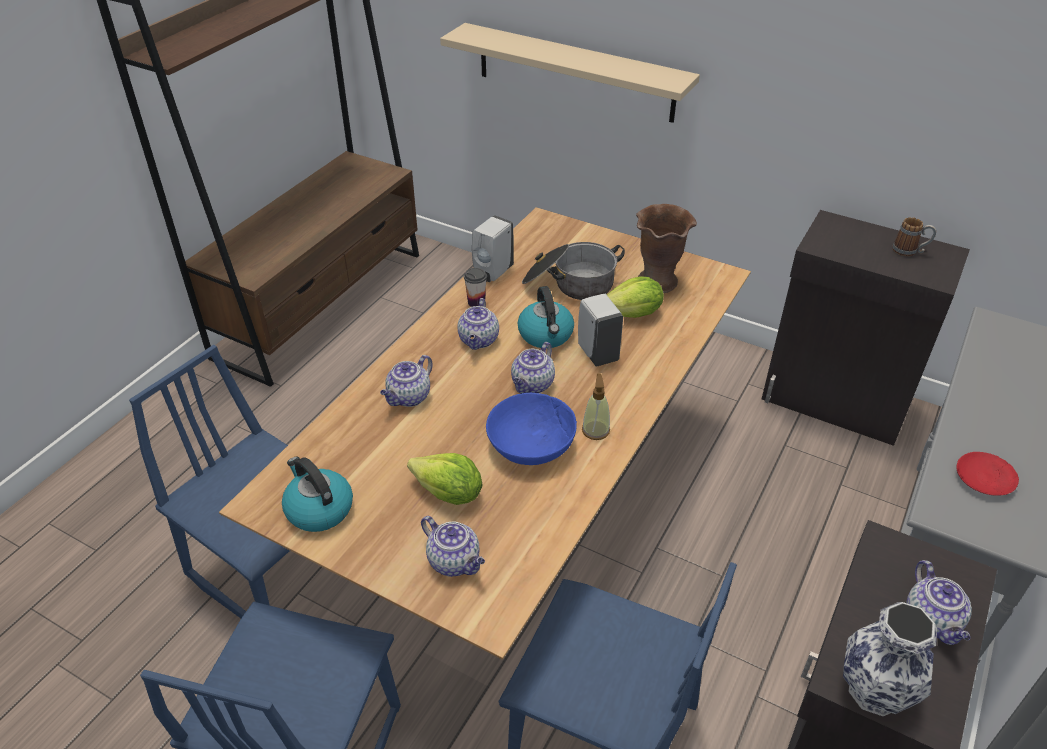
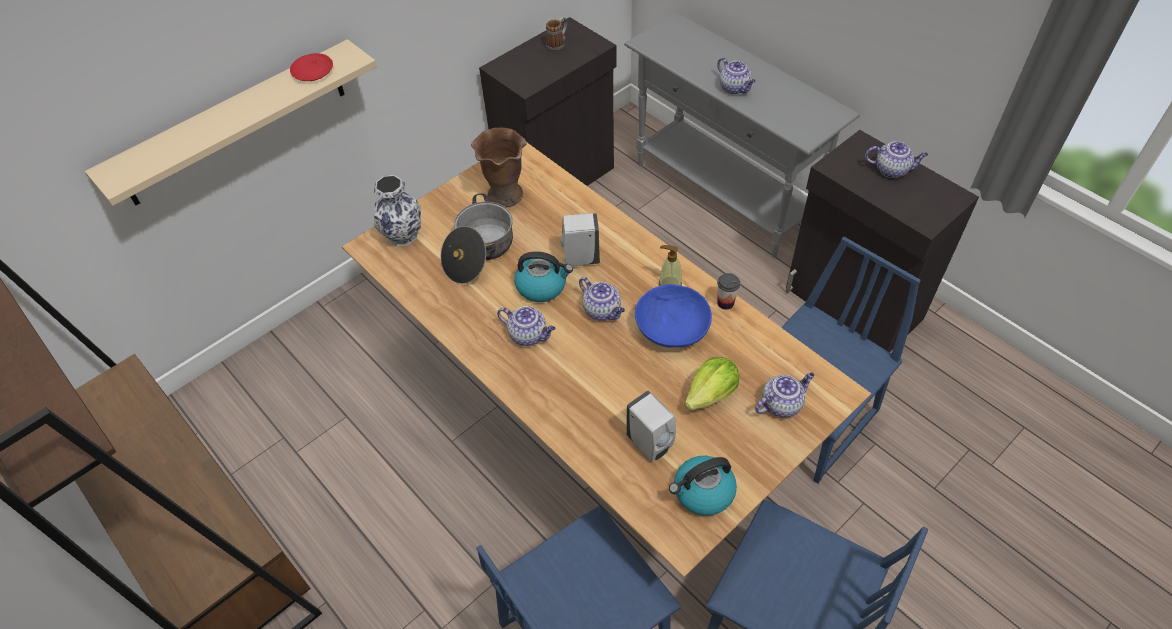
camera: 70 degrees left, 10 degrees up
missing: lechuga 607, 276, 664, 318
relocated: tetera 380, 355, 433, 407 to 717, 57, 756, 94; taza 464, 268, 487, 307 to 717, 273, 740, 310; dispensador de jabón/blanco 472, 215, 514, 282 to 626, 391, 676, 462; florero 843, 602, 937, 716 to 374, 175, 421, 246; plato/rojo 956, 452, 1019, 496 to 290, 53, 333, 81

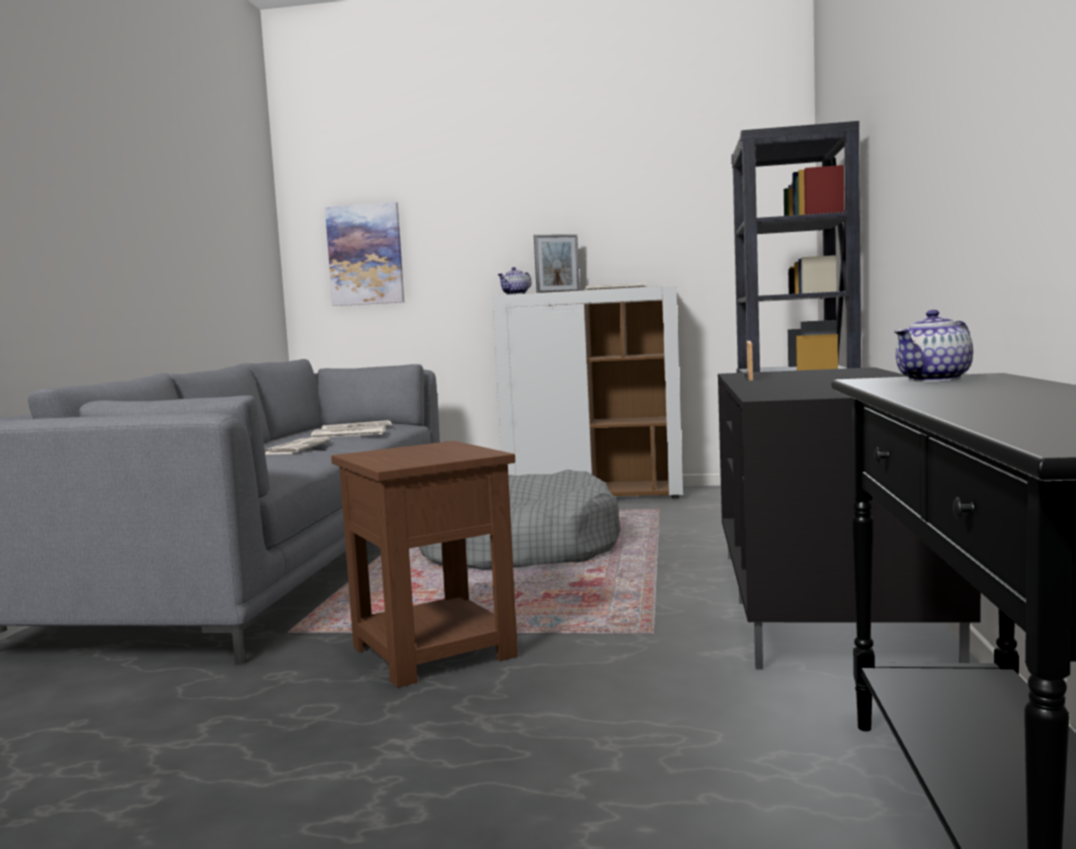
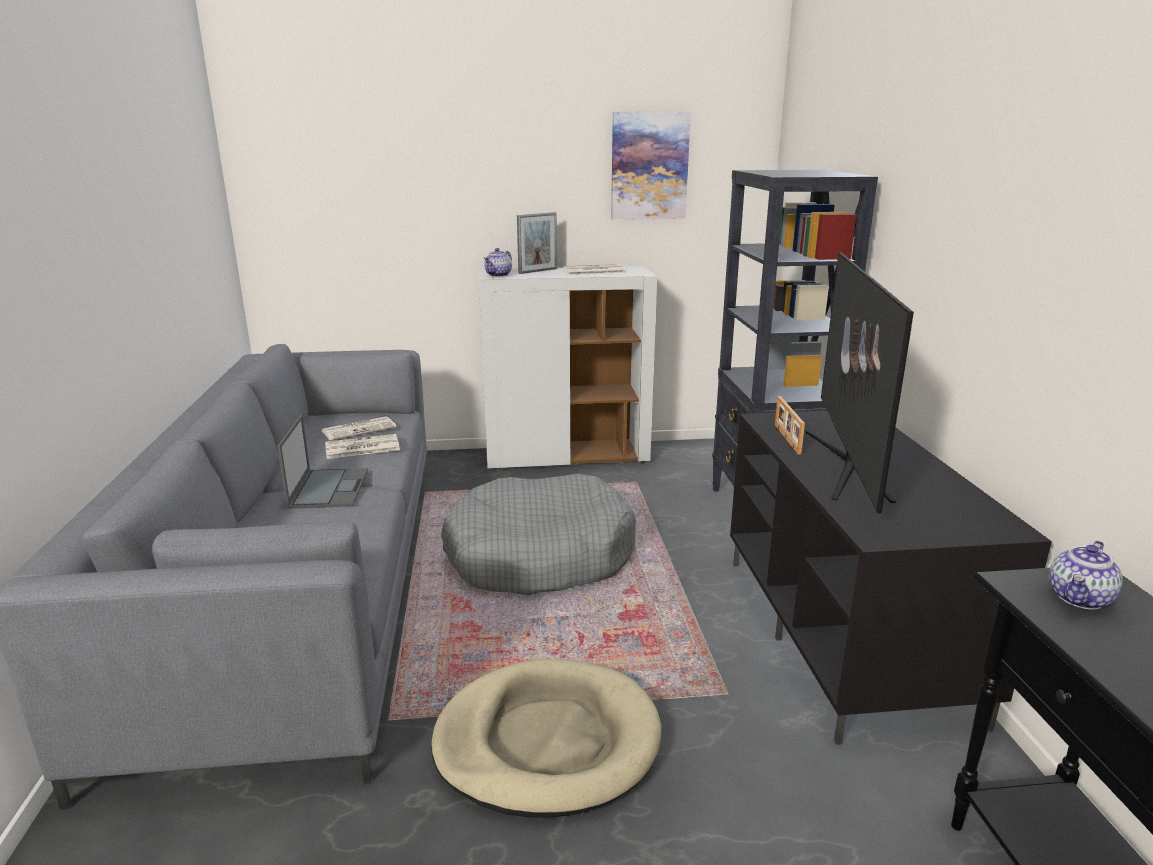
camera: 15 degrees left, 15 degrees up
appeared: televisor 806, 252, 914, 514
relocated: cuadro 325, 202, 404, 306 to 611, 112, 691, 219
exchanged: periódico 265, 437, 331, 455 to portátil 277, 415, 368, 509; mesa auxiliar/marrón 331, 441, 518, 688 to cama para perro/beis 431, 659, 662, 818

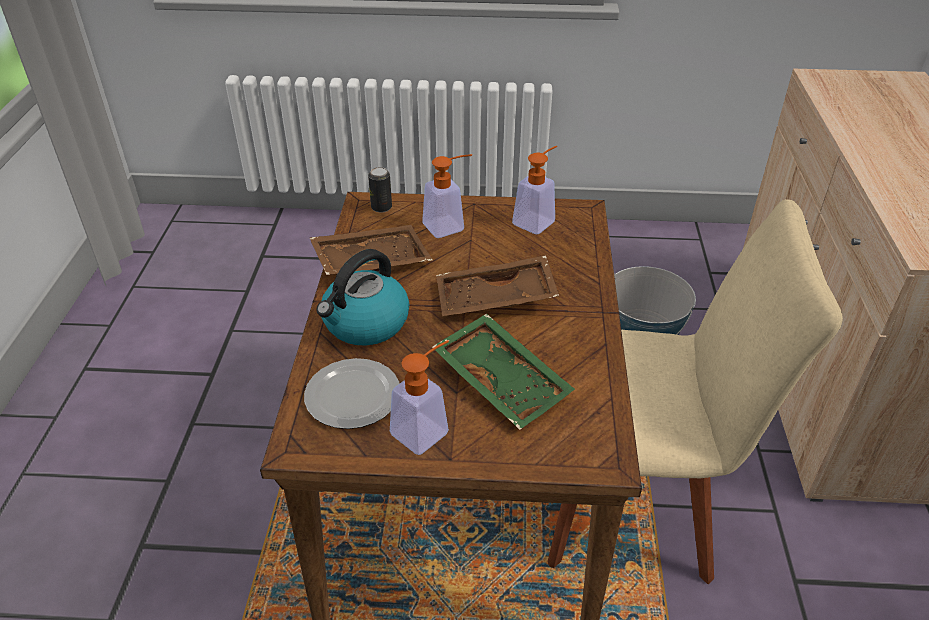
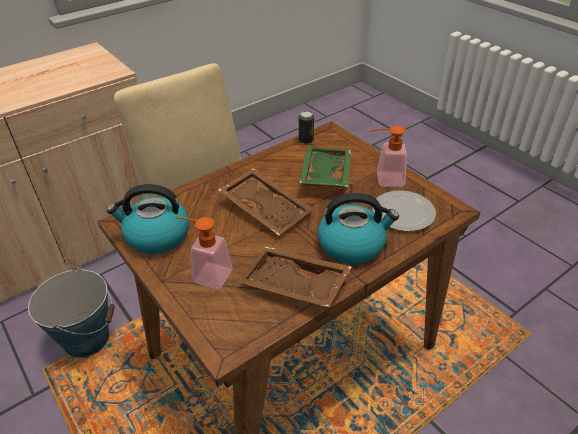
camera: 130 degrees left, 0 degrees up
relocated: lata 368, 167, 392, 213 to 299, 111, 314, 144
exchanged: dispensador de jabón 512, 146, 557, 234 to hervidor 107, 184, 189, 254

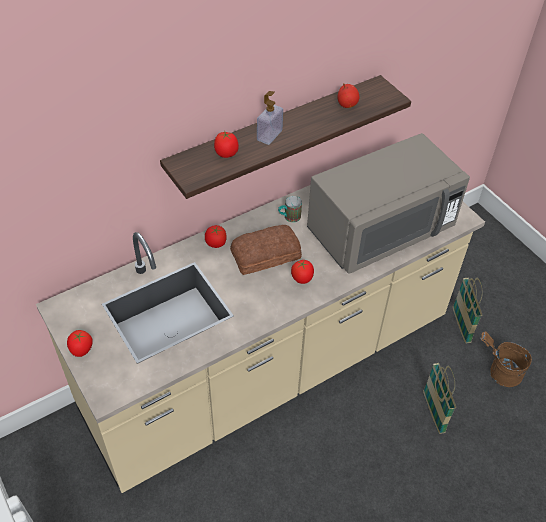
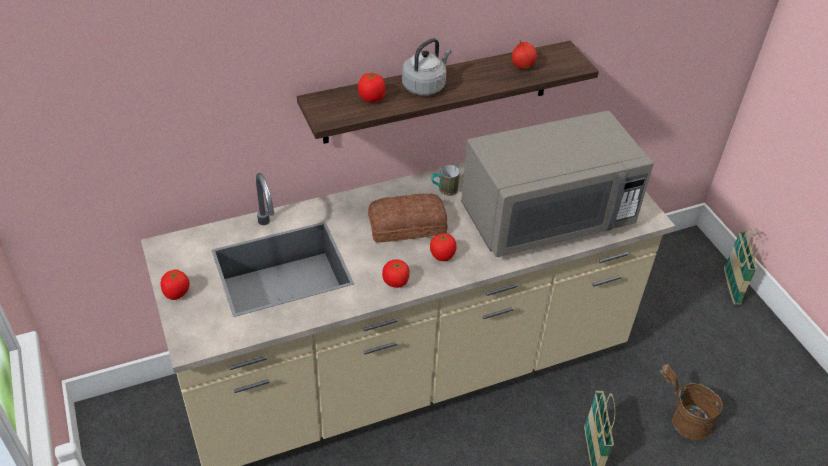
camera: 10 degrees right, 5 degrees down
relocated: tomate 205, 225, 227, 248 to 382, 259, 410, 288; cesta 453, 278, 483, 343 to 724, 228, 760, 305
exchanged: dispensador de jabón 257, 91, 283, 145 to hervidor/gris 402, 38, 451, 96

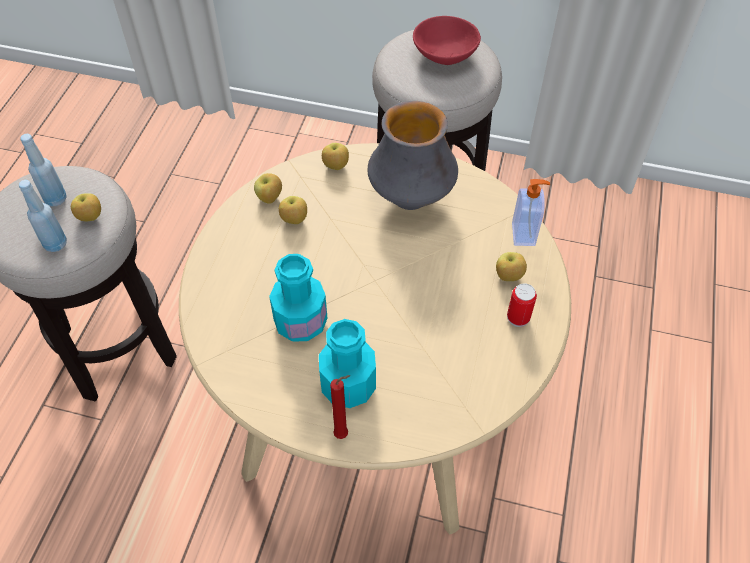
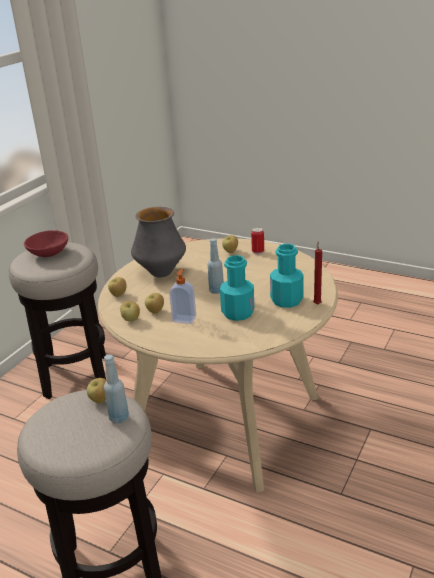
camera: 75 degrees left, 25 degrees down
relocated: botella/azul 20, 134, 67, 206 to 208, 238, 224, 294; dispensador de jabón 512, 179, 550, 246 to 169, 269, 196, 324

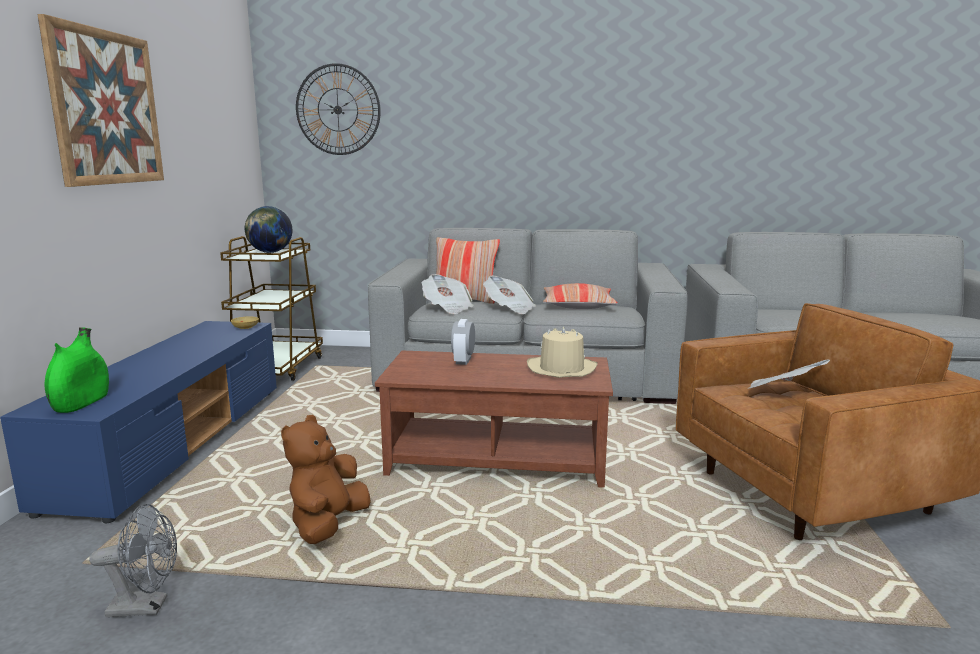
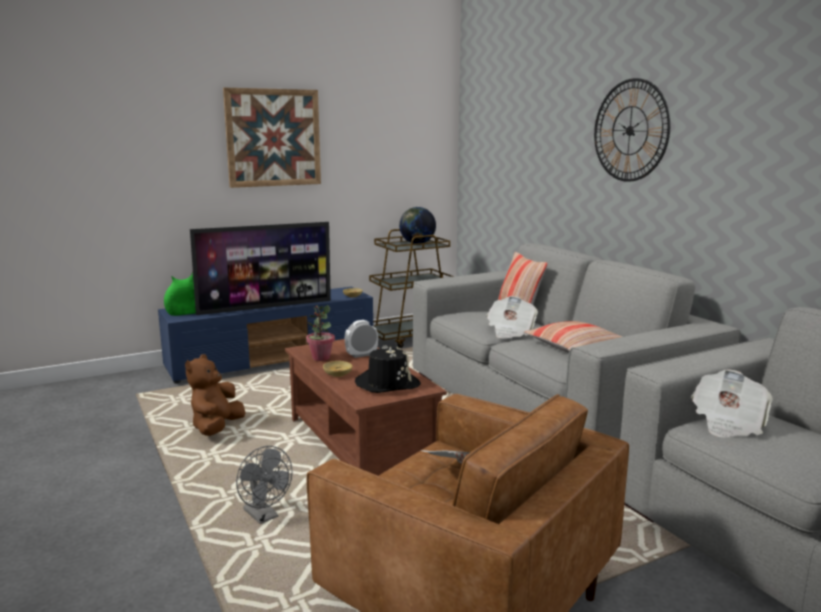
camera: 55 degrees right, 0 degrees up
appeared: televisor 190, 222, 331, 315; planta en maceta 306, 305, 335, 361; cuenco/beis 323, 361, 353, 377
relocated: ventilador/gris 89, 504, 177, 617 to 236, 446, 292, 524; reloj de pared 296, 63, 381, 155 to 594, 78, 671, 182; periódico 422, 274, 474, 314 to 691, 369, 773, 437
colour: sombrero/beis 527, 326, 598, 378 to sombrero/negro 355, 346, 421, 393
spun: peluche/marrón 281, 415, 371, 544 = 185, 354, 245, 436 60 degrees counterclockwise

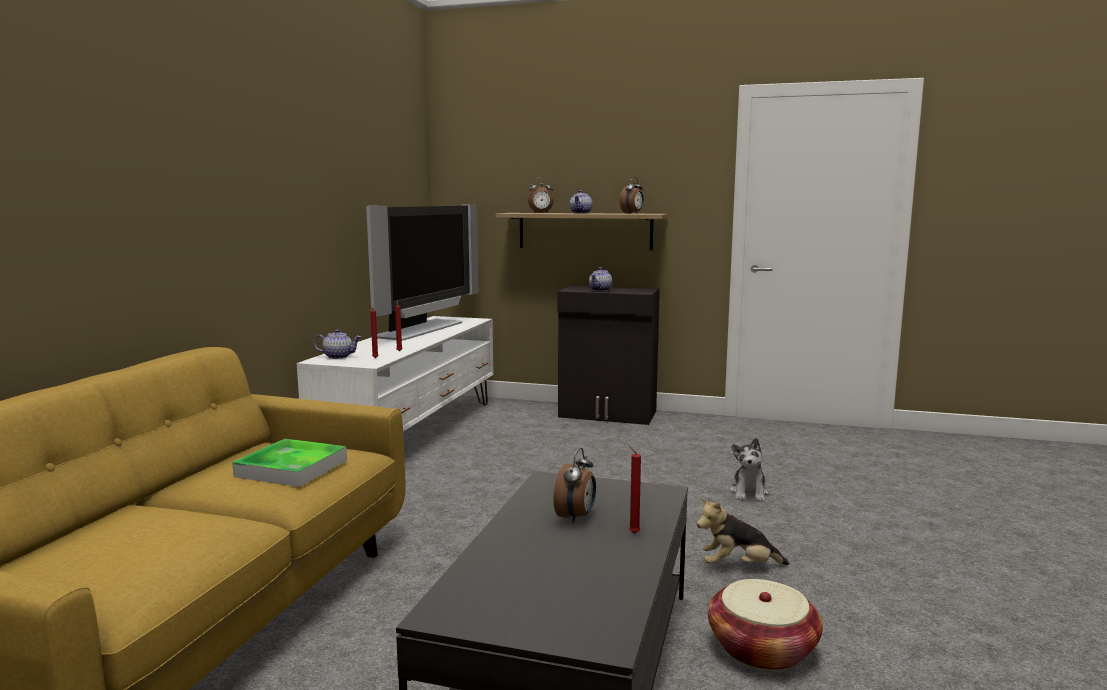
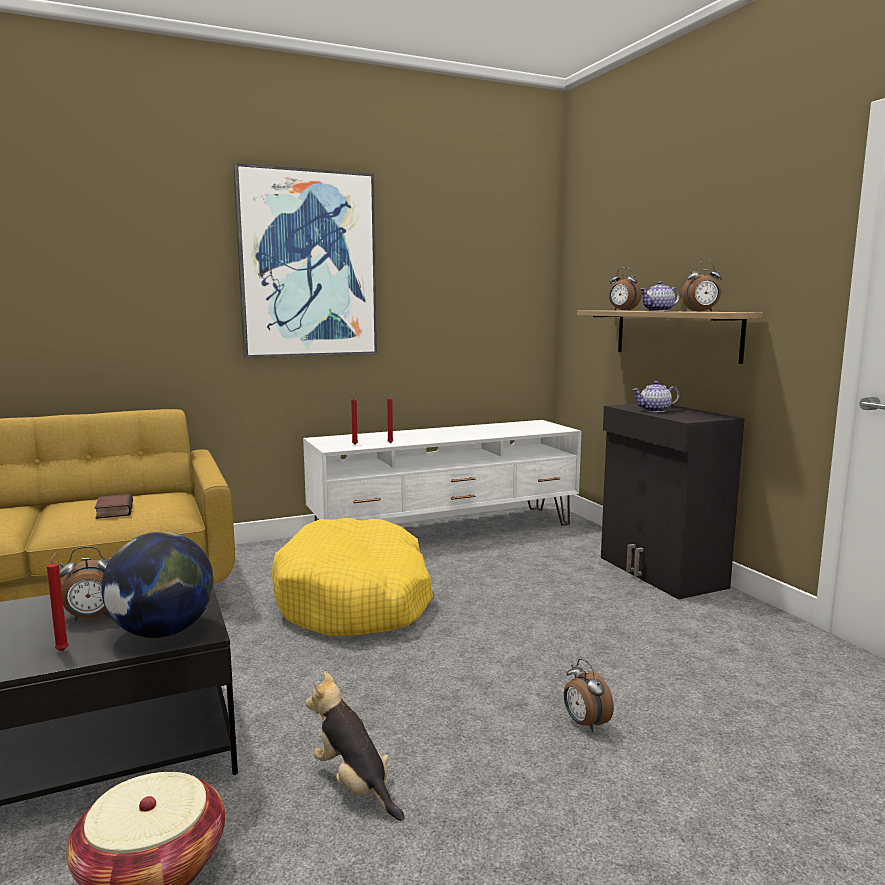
camera: 50 degrees right, 0 degrees up
missing: tetera 313, 329, 361, 359; televisor 366, 204, 479, 341
appeared: globo terráqueo 101, 532, 214, 638; cuadro 233, 163, 377, 358; cama para perro/amarillo 271, 518, 433, 636
exchanged: bandeja 232, 439, 347, 487 to libro 95, 494, 133, 519; peluche 730, 438, 769, 502 to despertador 564, 659, 614, 731

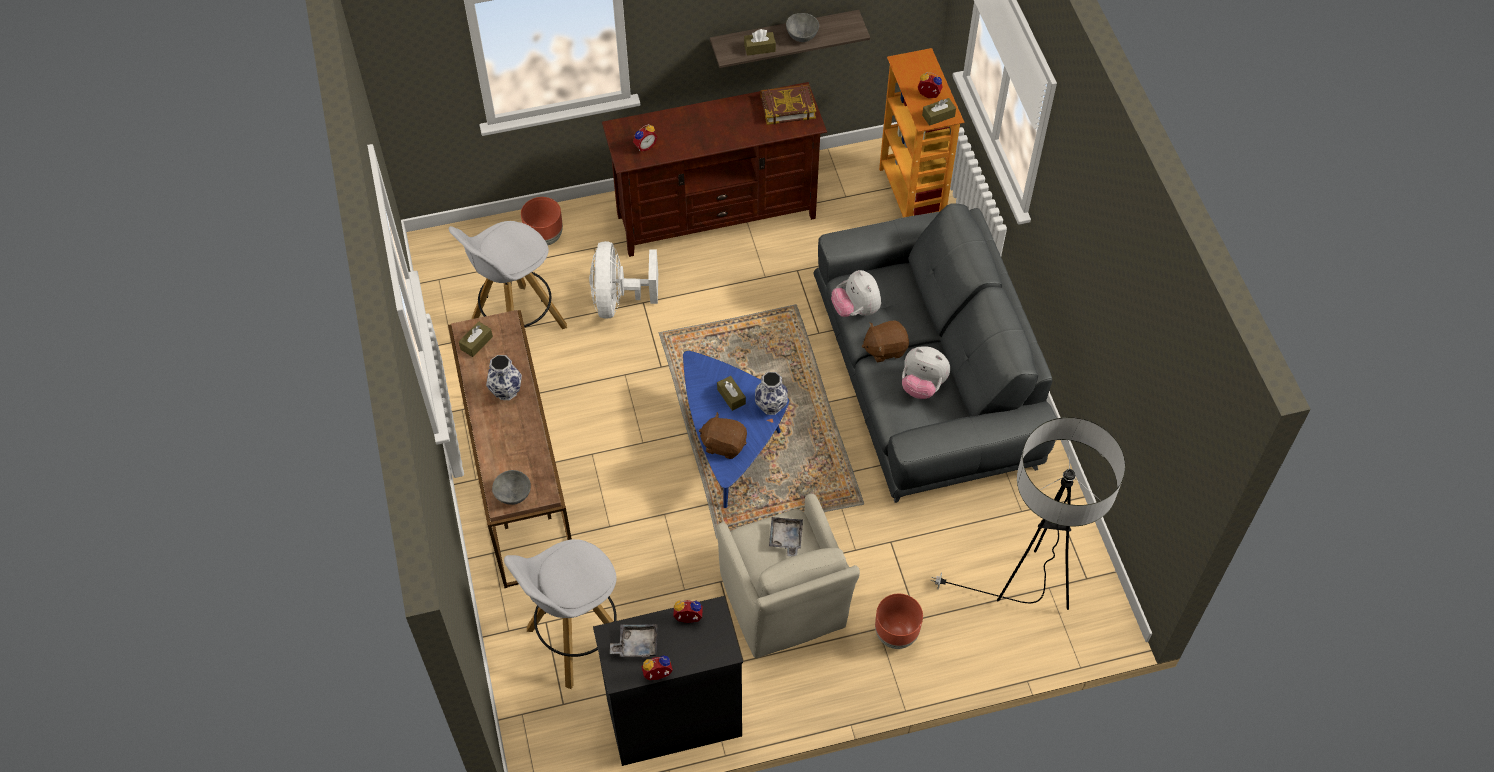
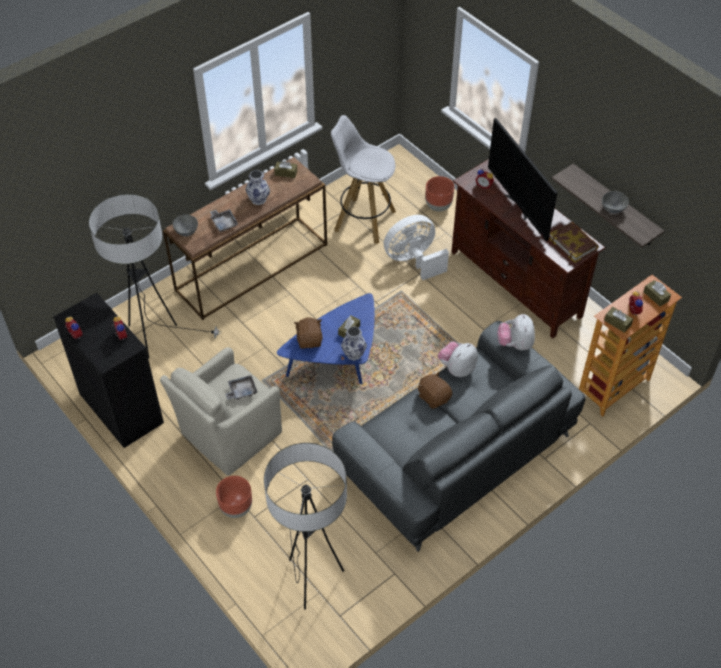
camera: 65 degrees right, 5 degrees down
appeared: televisor 488, 118, 558, 241
relocated: bandeja/gris 610, 624, 657, 659 to 210, 209, 238, 232; caja de pañuelos/marrón 744, 29, 776, 56 to 644, 280, 671, 307; peluche 902, 346, 950, 399 to 498, 314, 535, 351
exchanged: taburete/blanco 504, 539, 617, 689 to lámpara de pie 89, 194, 221, 359

